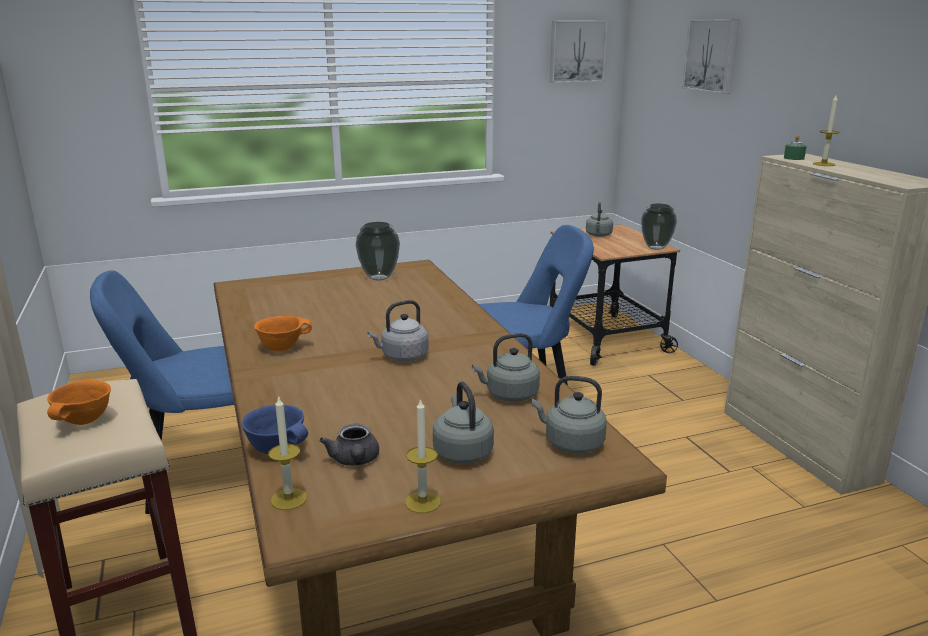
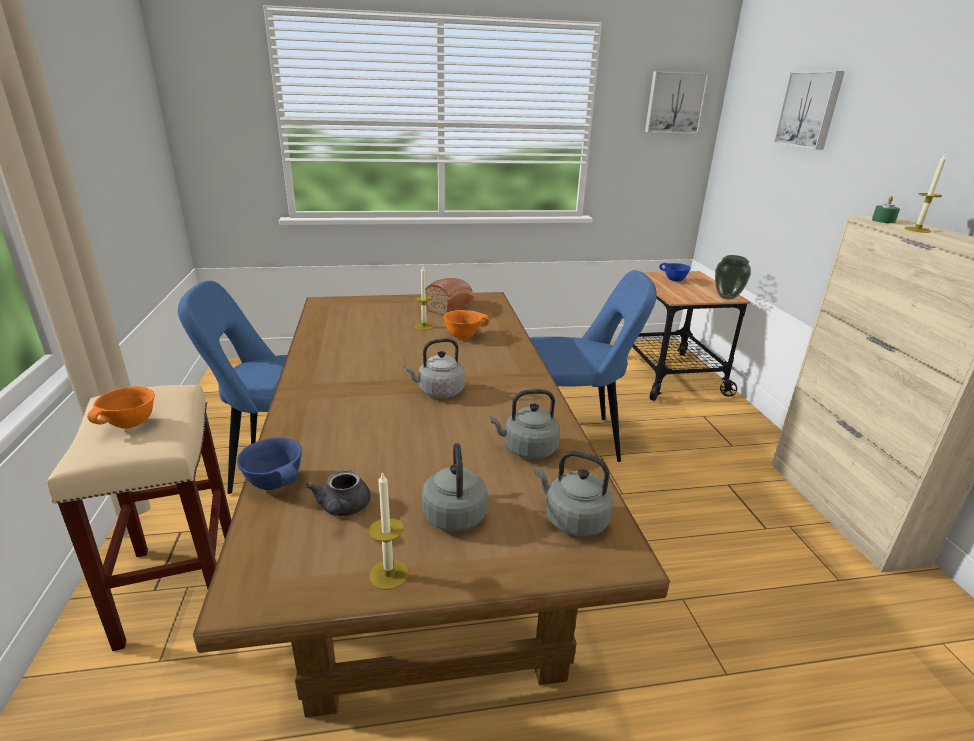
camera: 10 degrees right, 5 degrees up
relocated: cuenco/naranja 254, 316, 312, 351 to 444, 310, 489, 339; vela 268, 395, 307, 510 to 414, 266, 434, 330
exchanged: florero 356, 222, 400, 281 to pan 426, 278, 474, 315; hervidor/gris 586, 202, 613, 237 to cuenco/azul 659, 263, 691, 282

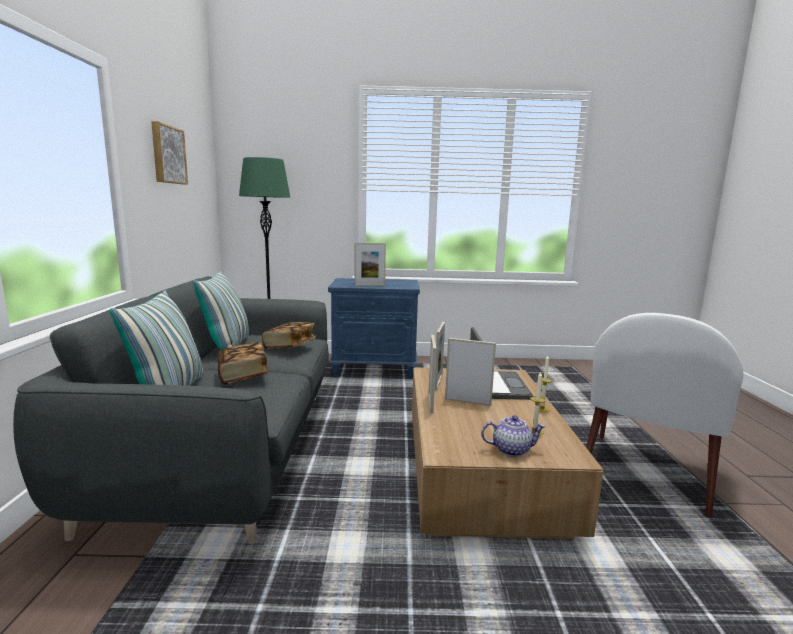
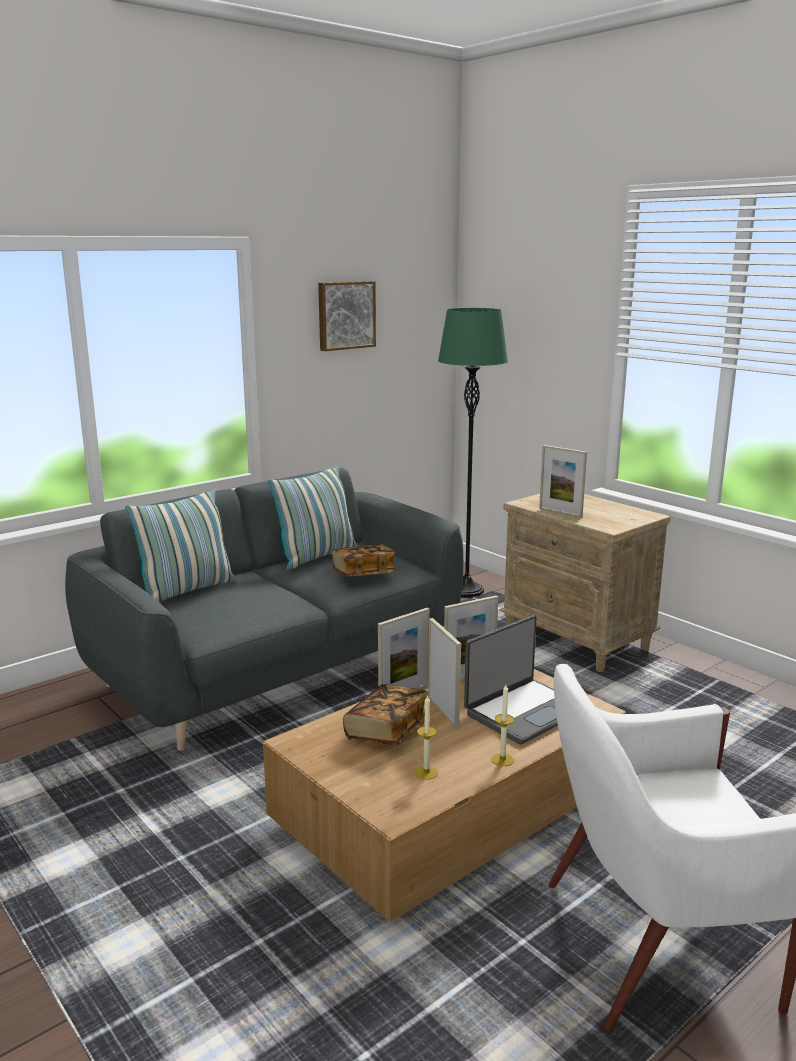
camera: 50 degrees right, 5 degrees up
missing: tetera 481, 415, 546, 457
relocated: libro 217, 342, 269, 384 to 343, 684, 428, 745
colour: mesita de noche/azul 328, 278, 420, 378 to mesita de noche/beis 499, 494, 671, 672

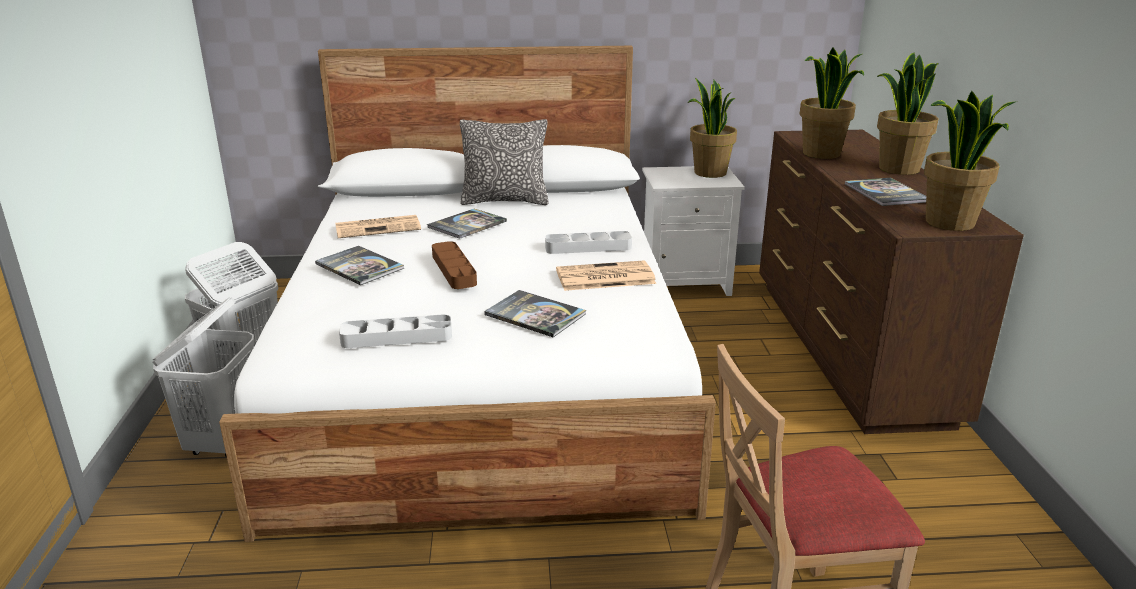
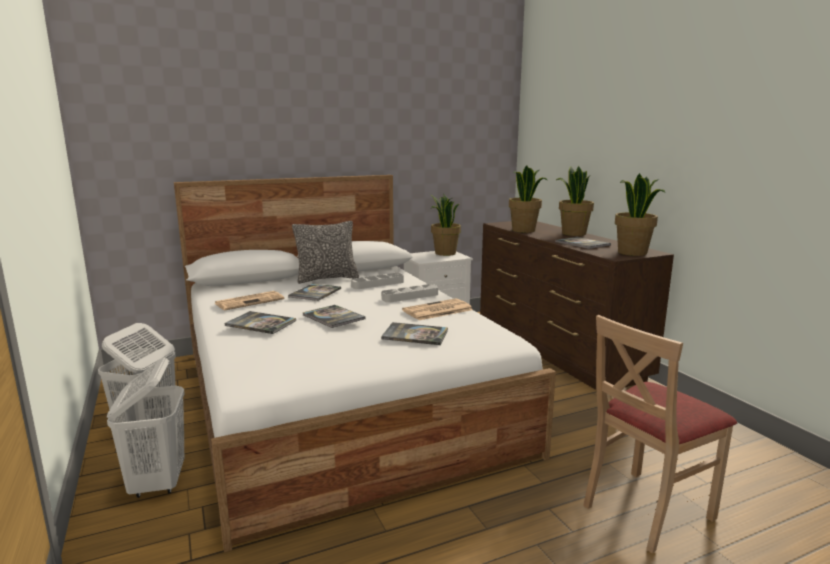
camera: 20 degrees left, 10 degrees down
relocated: bandeja/gris 339, 314, 452, 348 to 351, 273, 404, 289
exchanged: bandeja/marrón 432, 241, 477, 289 to libro 302, 305, 365, 328

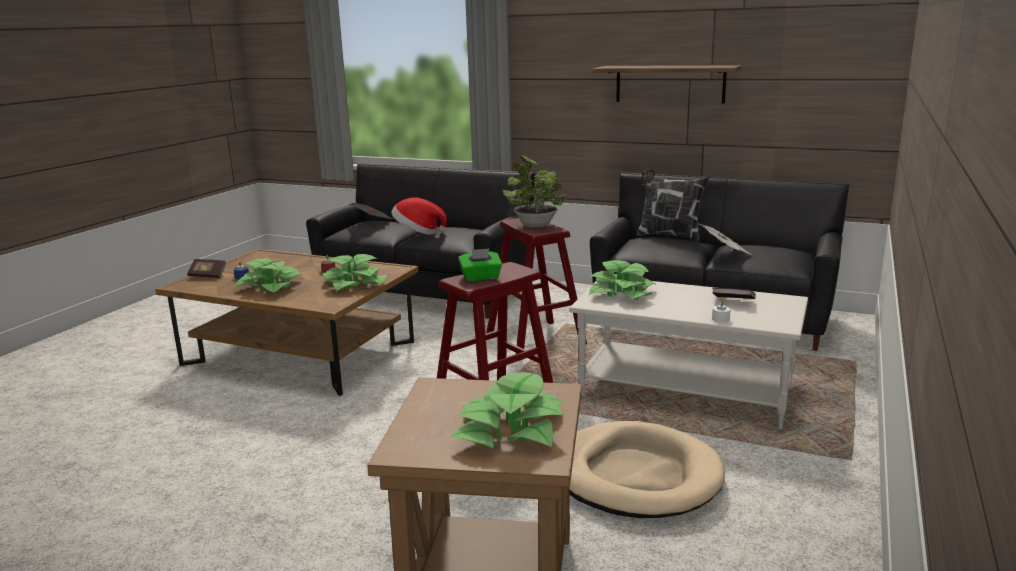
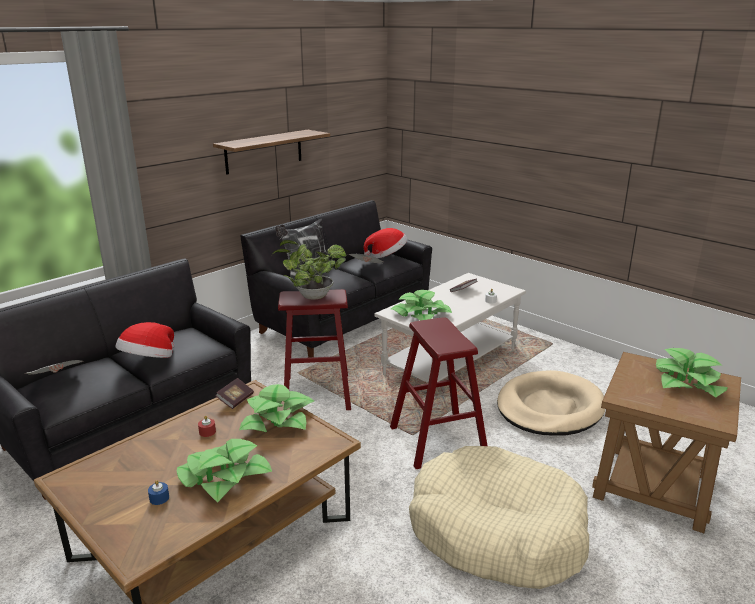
camera: 70 degrees left, 5 degrees up
missing: caja de pañuelos/verde 458, 249, 502, 282
appeared: sombrero 364, 228, 407, 258; cama para perro/beis 409, 446, 589, 589
relocated: libro 187, 259, 226, 278 to 215, 378, 254, 409

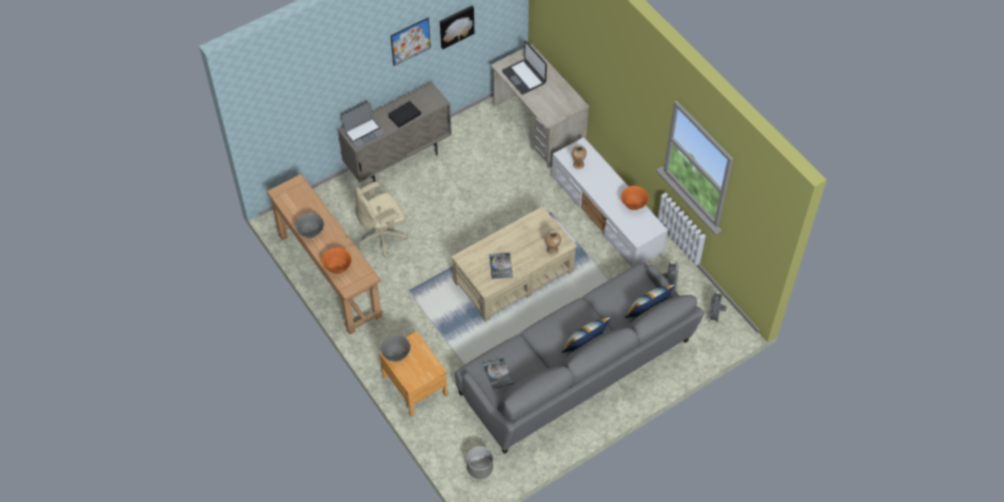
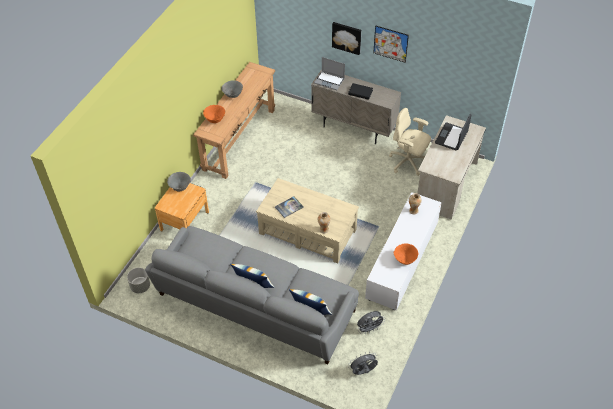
camera: 60 degrees right, 5 degrees down
missing: libro 483, 358, 514, 390
relocated: silla de oficina/beis 355, 182, 408, 258 to 389, 108, 431, 176; cuadro 440, 6, 475, 49 to 332, 22, 361, 55

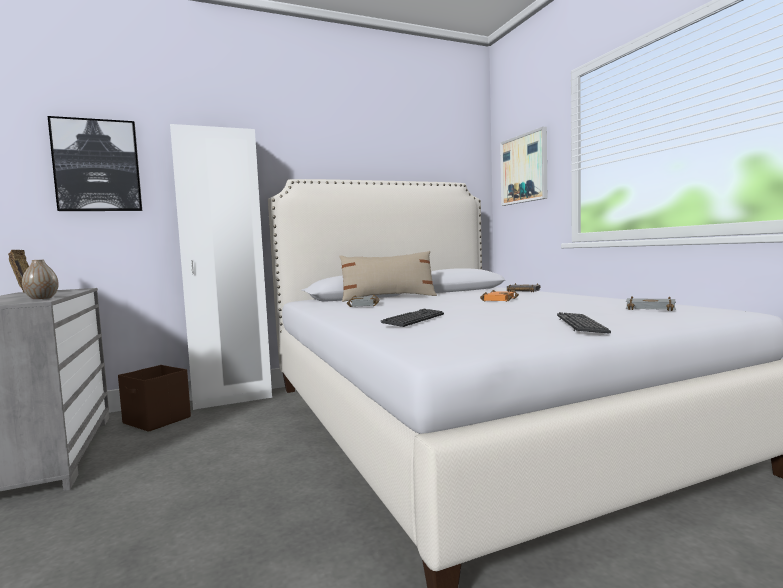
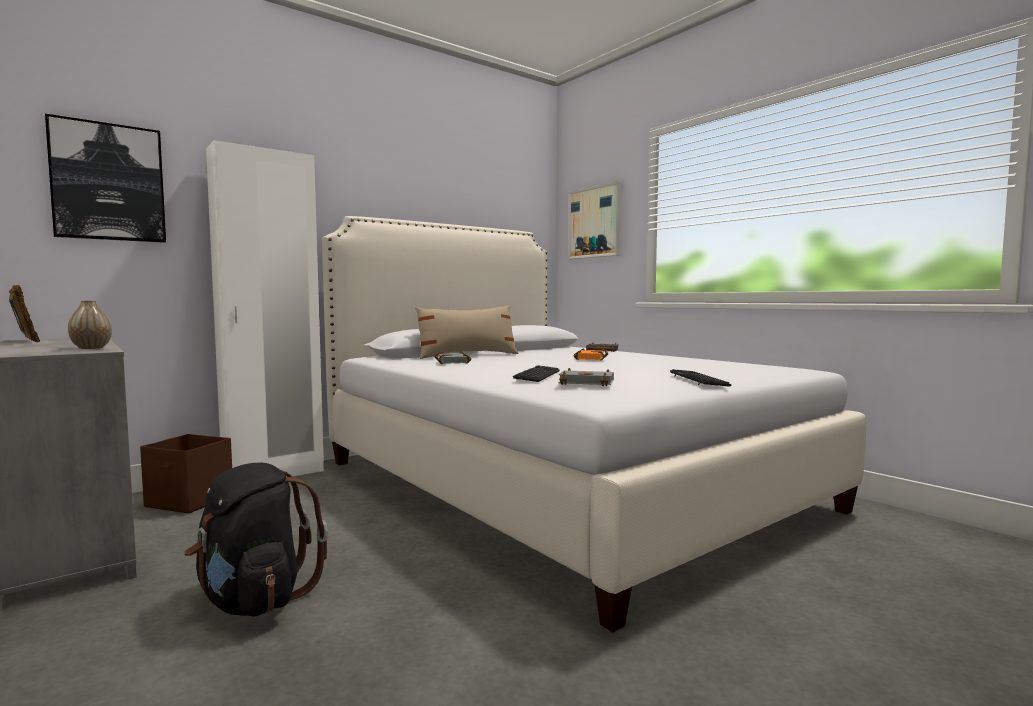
camera: 15 degrees left, 0 degrees up
appeared: mochila/negro 184, 462, 328, 617
relocated: libro/gris 626, 296, 676, 311 to 559, 368, 614, 386

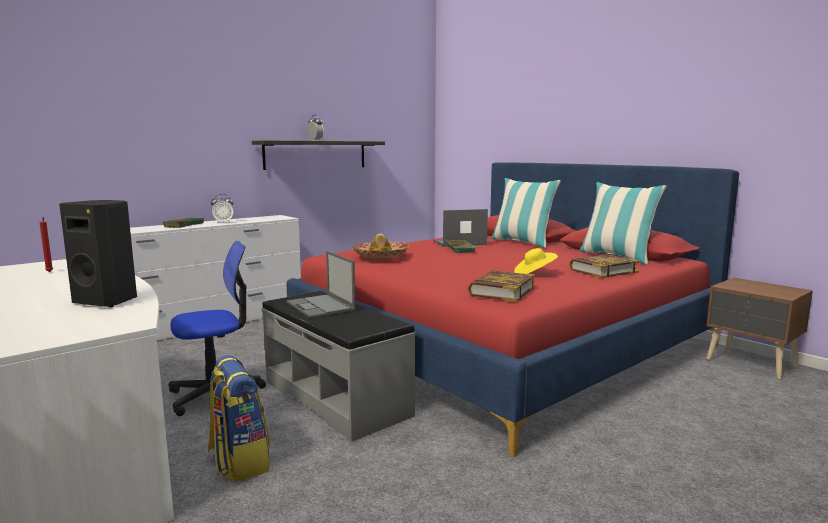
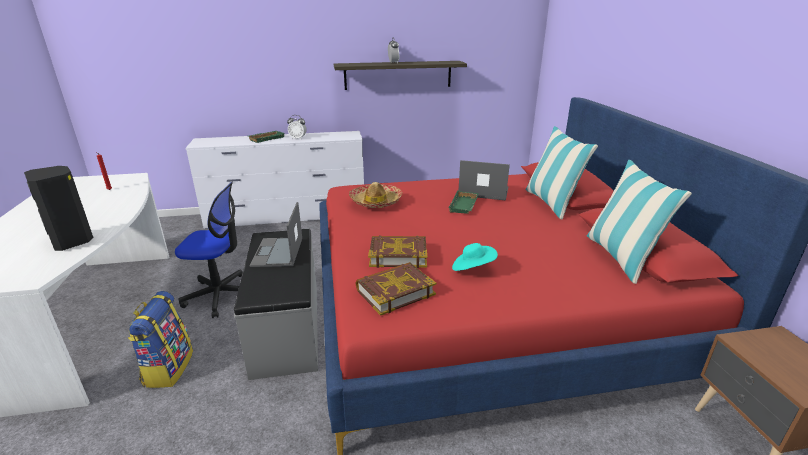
camera: 30 degrees right, 15 degrees up
relocated: libro 570, 254, 640, 278 to 368, 235, 427, 268
colour: sombrero/amarillo 514, 248, 558, 274 to sombrero/turquesa 452, 243, 498, 271

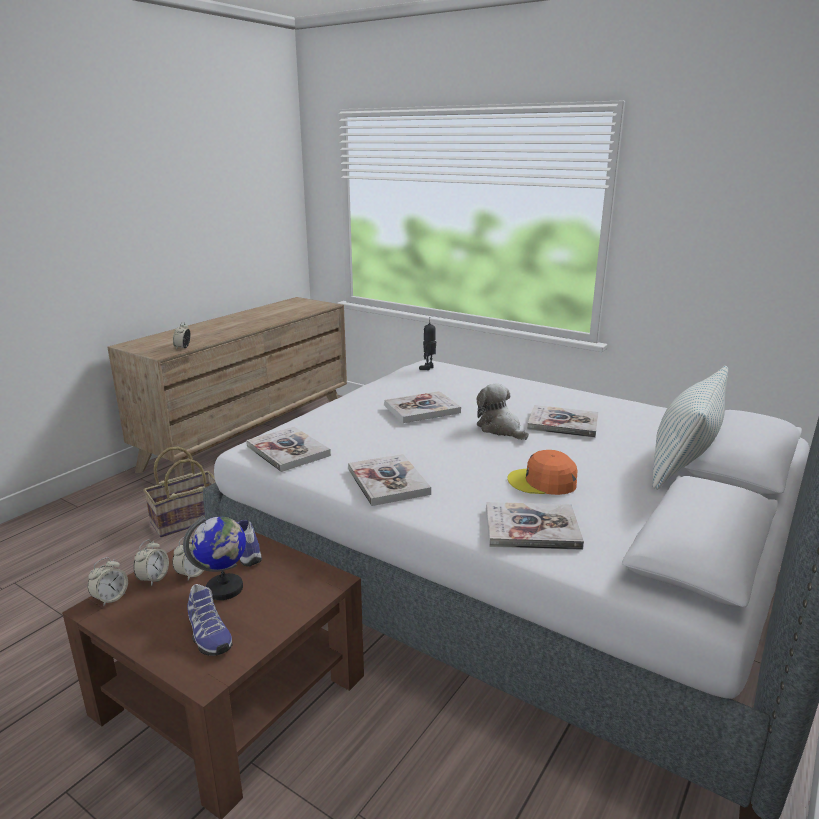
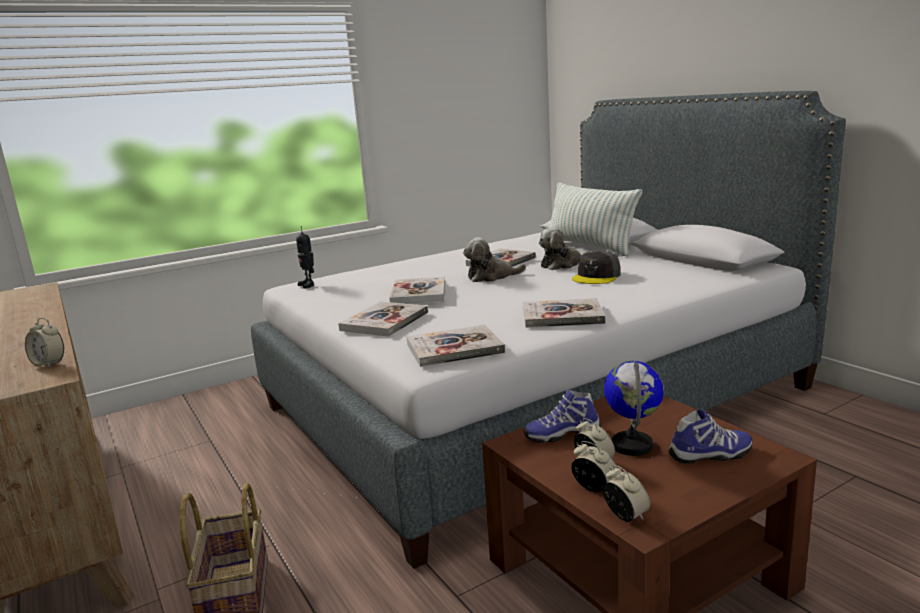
camera: 65 degrees left, 5 degrees down
appeared: peluche 539, 227, 589, 270
relocated: libro 486, 502, 584, 550 to 338, 301, 428, 337
colour: gorra/naranja 507, 450, 578, 495 to gorra/gris 572, 251, 621, 284

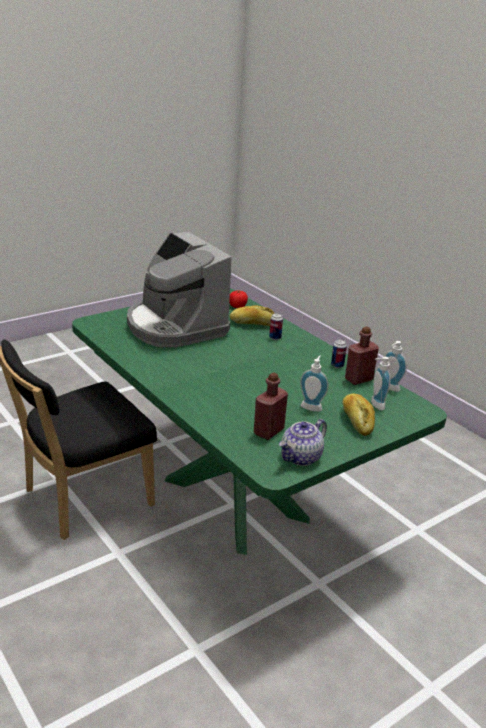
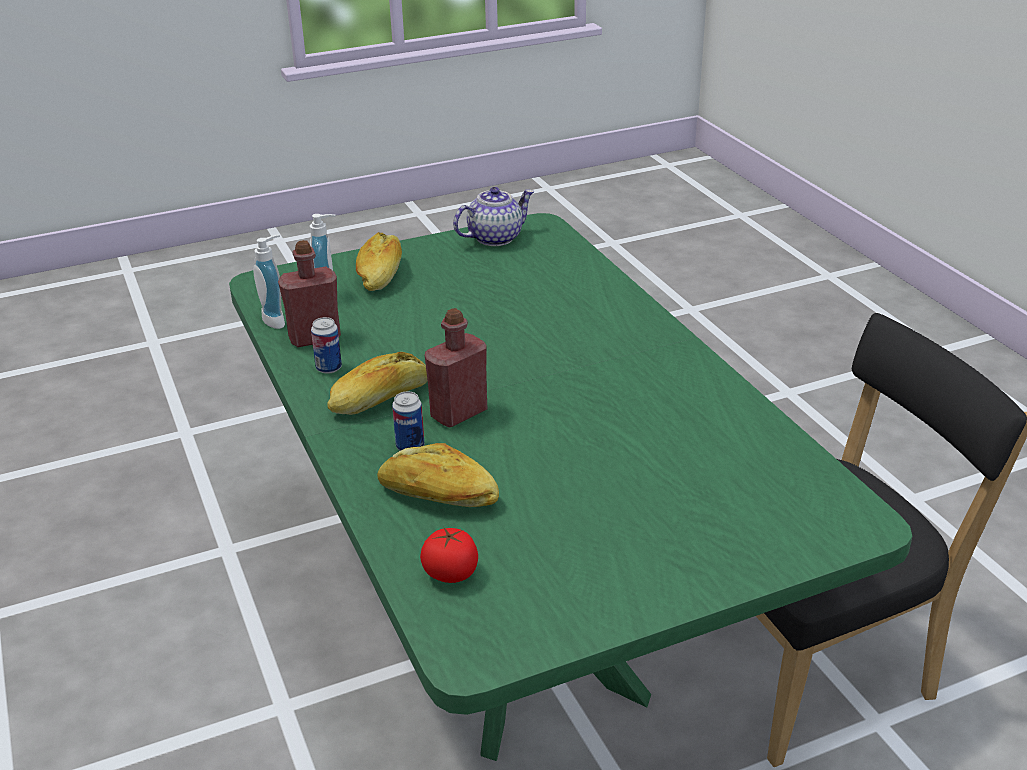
camera: 165 degrees left, 5 degrees up
missing: cafetera 127, 232, 232, 347; dispensador de jabón 300, 356, 329, 412
appeared: pan 327, 352, 427, 415
relocated: botella/rojo 254, 373, 288, 440 to 425, 308, 487, 428

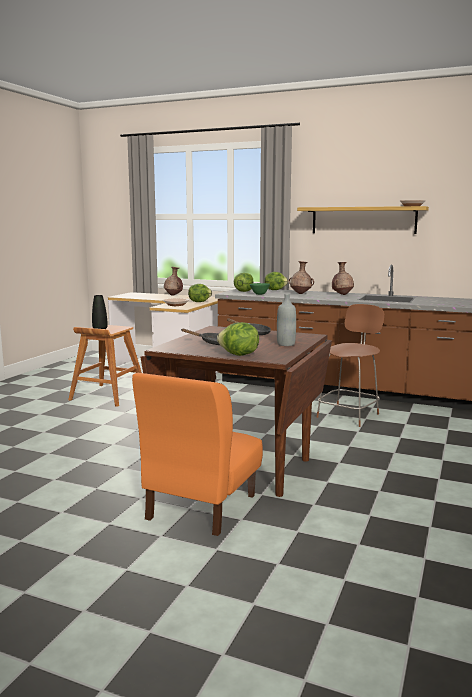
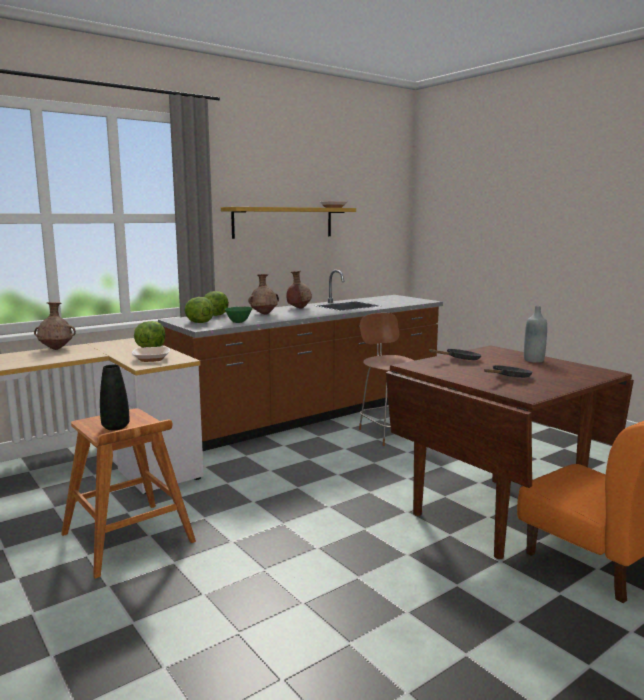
camera: 60 degrees left, 0 degrees up
missing: lechuga 217, 322, 259, 356

